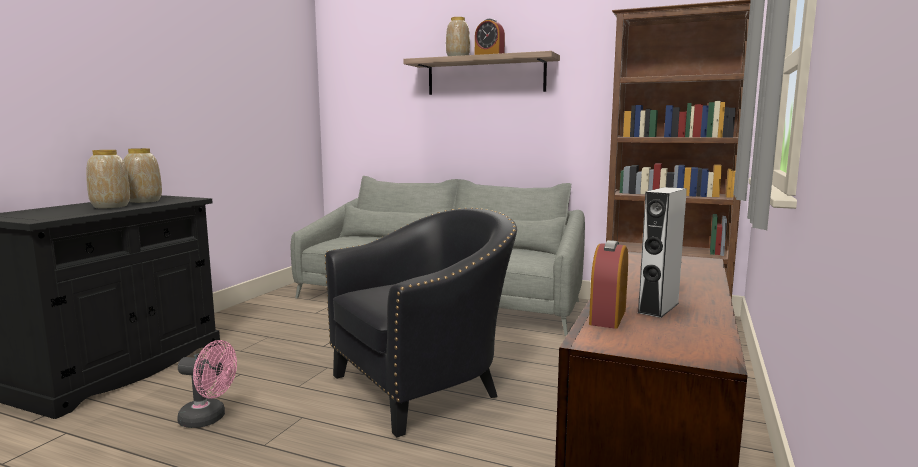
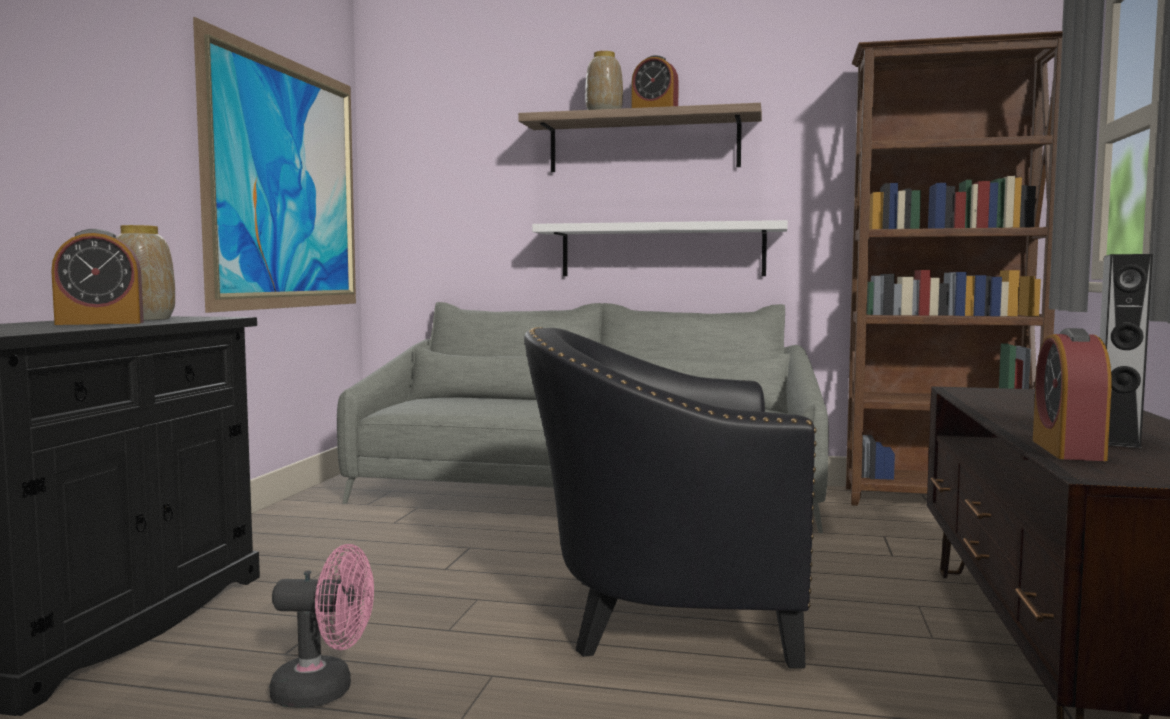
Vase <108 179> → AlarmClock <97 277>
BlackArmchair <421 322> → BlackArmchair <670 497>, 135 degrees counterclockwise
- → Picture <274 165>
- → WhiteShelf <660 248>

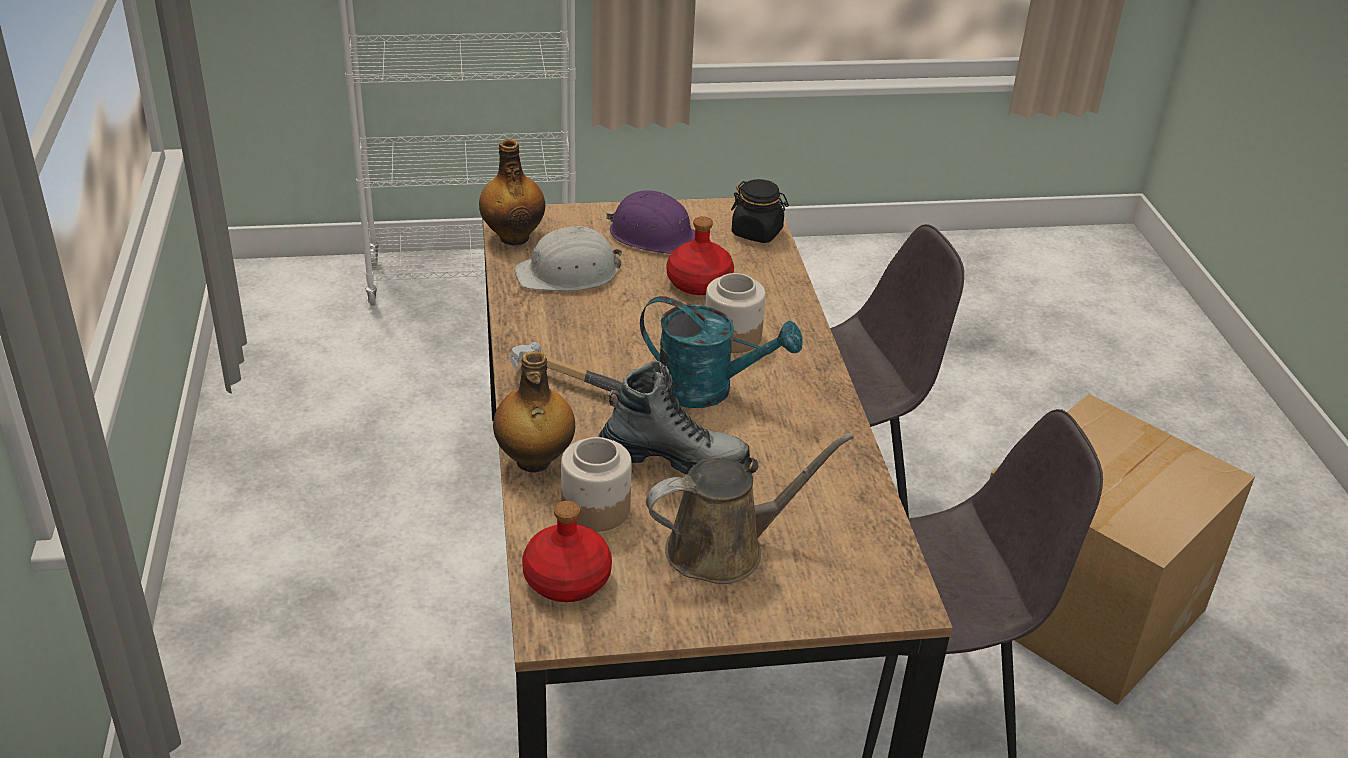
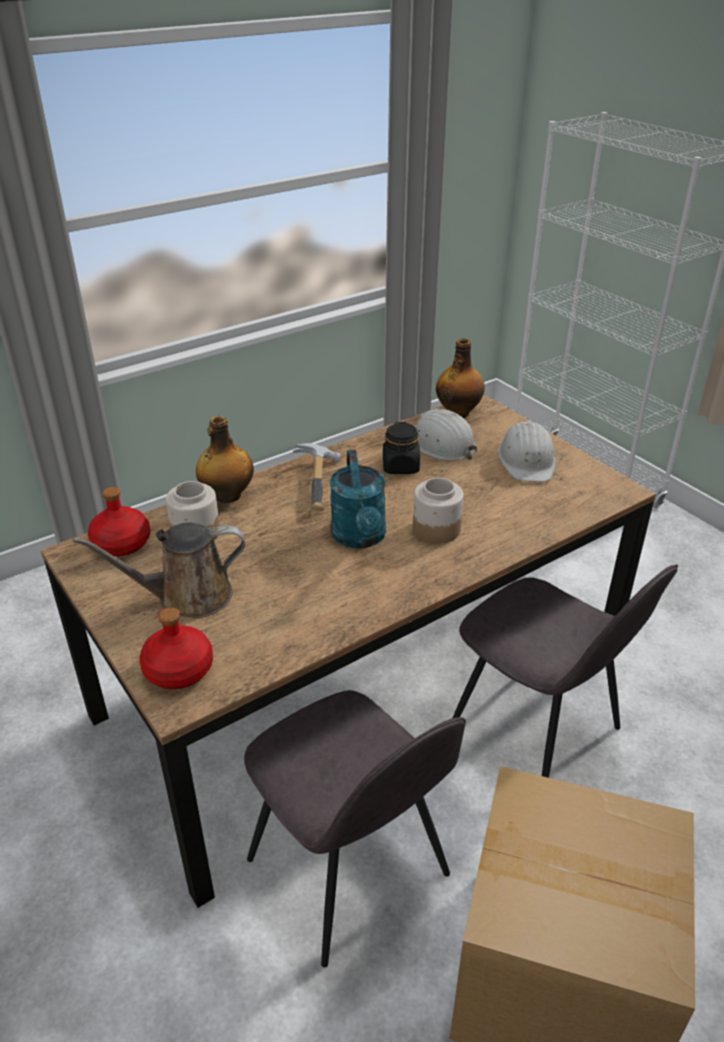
Boot <674 417> → -
PurpleHardHat <650 222> → WhiteHardHat <527 451>
BrownWateringCan <750 508> → BrownWateringCan <159 570>, 120 degrees clockwise
RedBottle <700 255> → RedBottle <176 648>, relocated
BlackJar <760 211> → BlackJar <401 448>, relocated

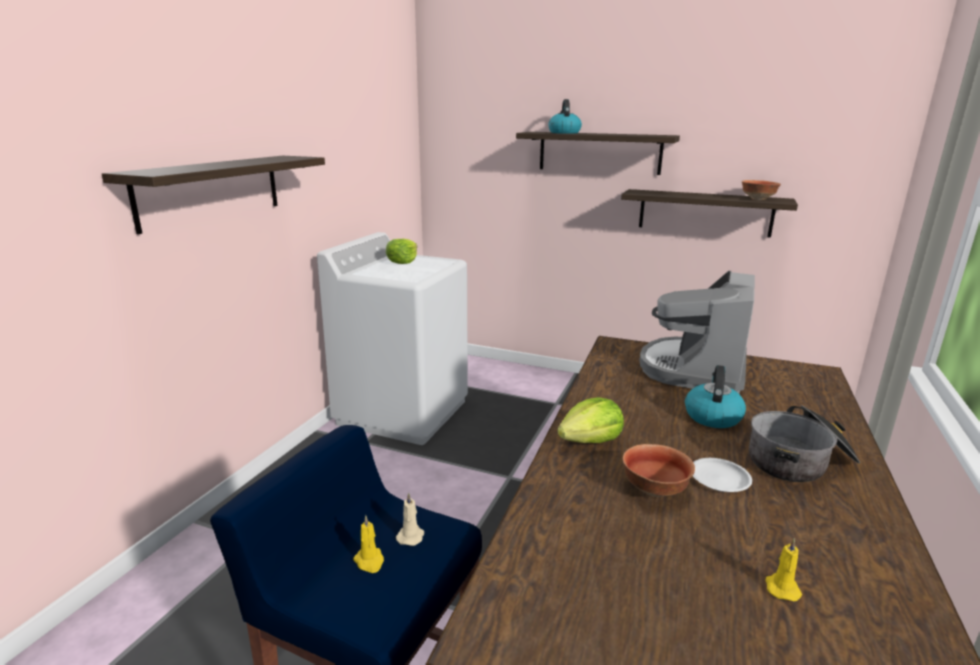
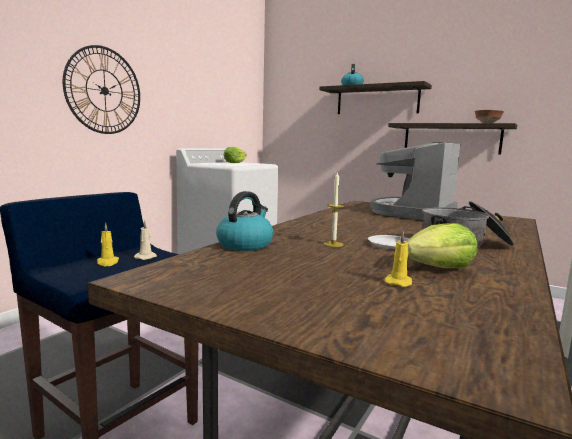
Shelf <213 195> → WallClock <101 89>
Lettuce <590 420> → Lettuce <442 245>, relocated
Bowl <659 470> → Candle <334 209>
Kettle <715 396> → Kettle <245 221>, relocated

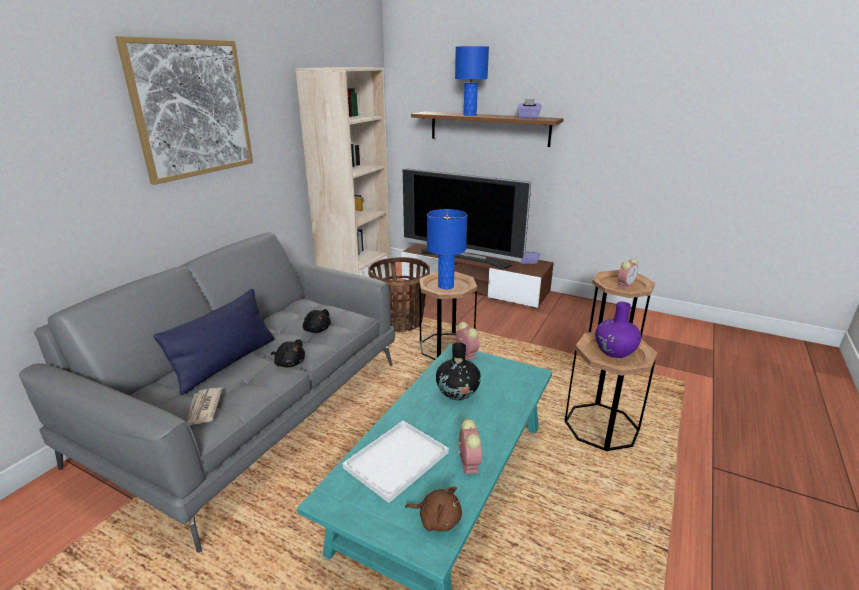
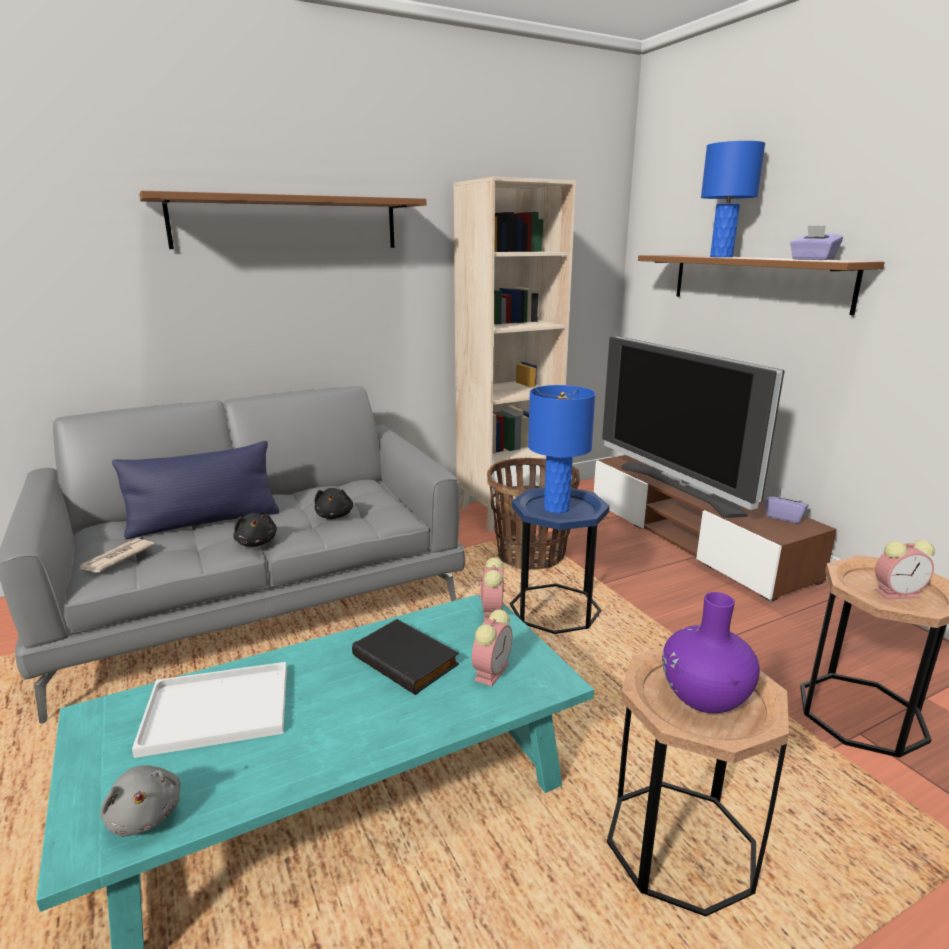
Picture <184 110> → BrownShelf <283 220>
BrownPlushToy <433 508> → GreyPlushToy <140 801>
BrownSideTable <448 316> → BlueSideTable <560 560>
BlackVase <458 371> → BlackBook <405 657>
AlarmClock <469 446> → AlarmClock <492 647>, relocated

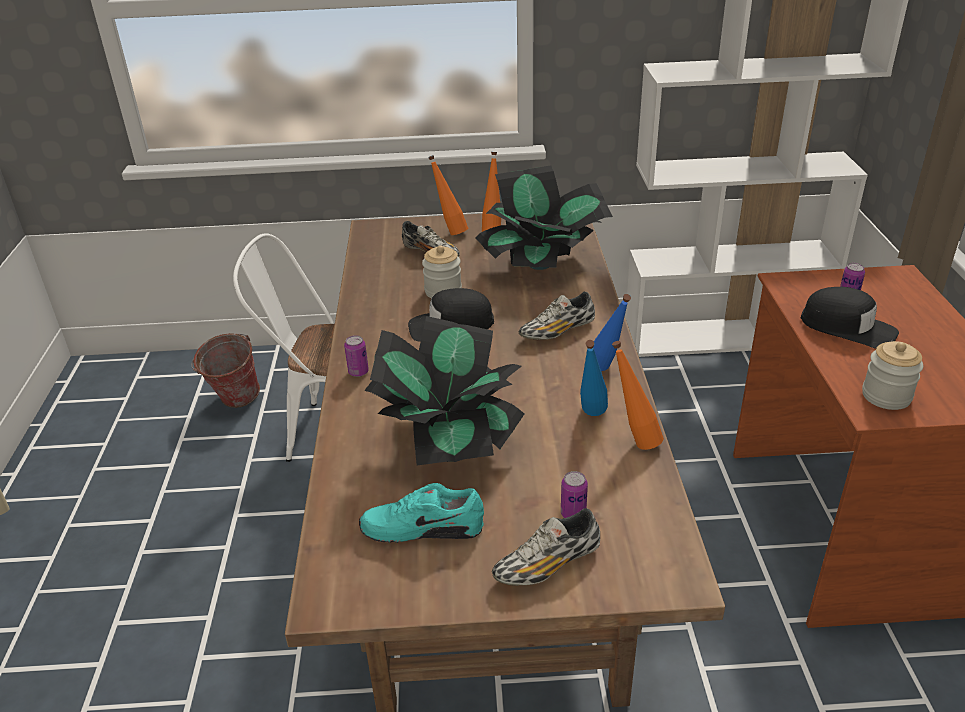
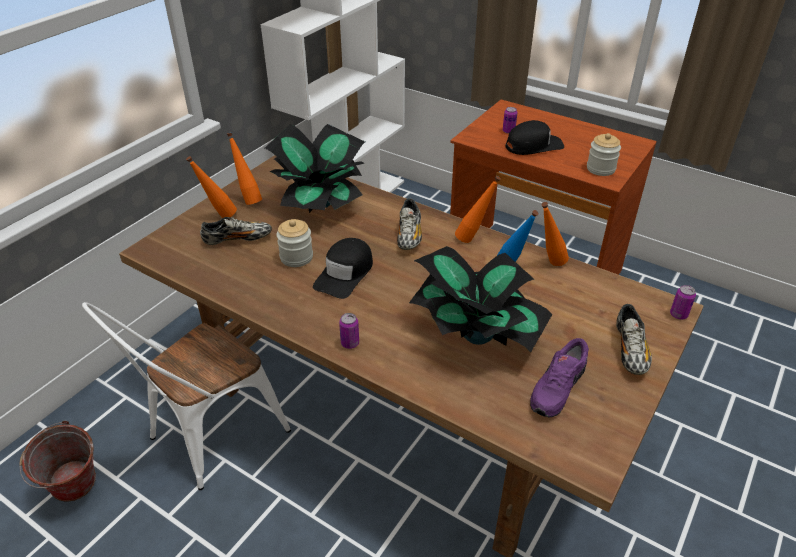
TurquoiseShoe <421 513> → PurpleShoe <559 377>
Can <574 494> → Can <683 302>, relocated
BlueBottle <612 332> → OrangeBottle <478 209>

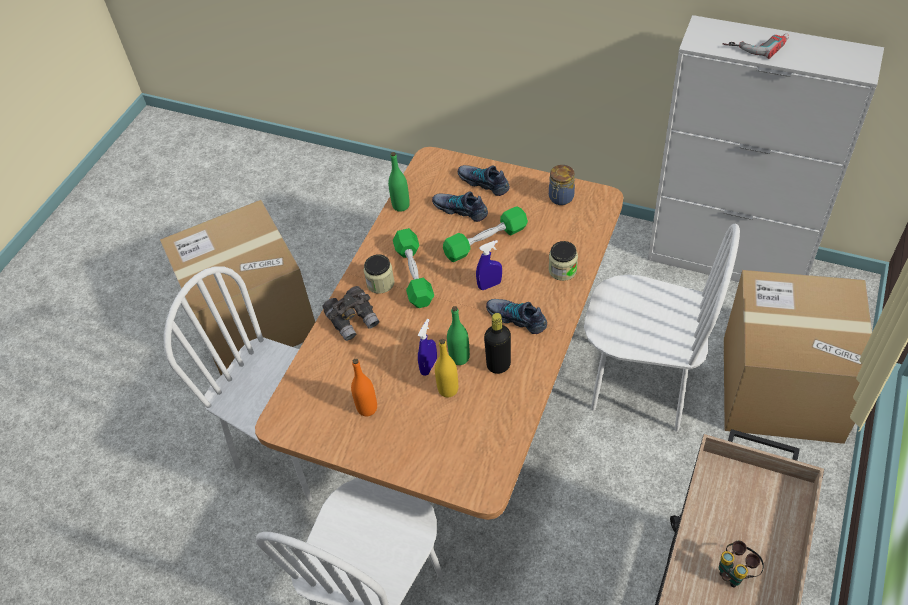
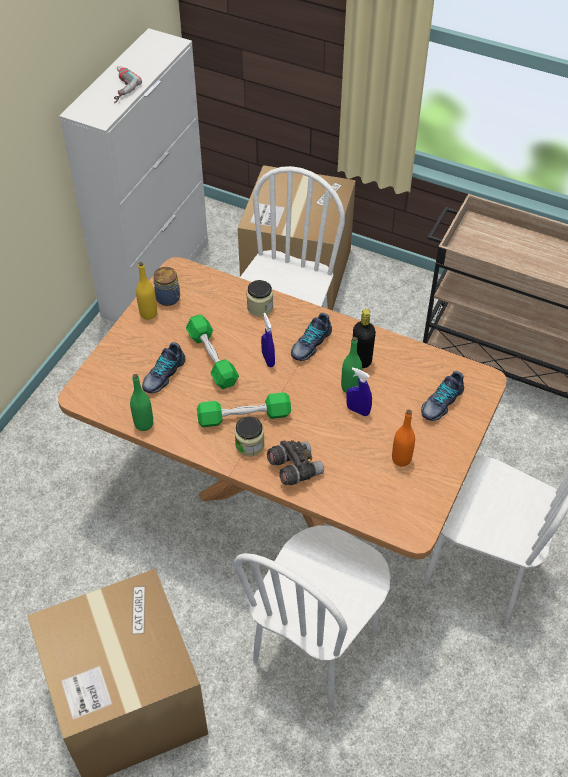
YellowBottle <446 368> → YellowBottle <146 291>, relocated
Shoe <483 180> → Shoe <442 396>, relocated
Binoculars <741 564> → -

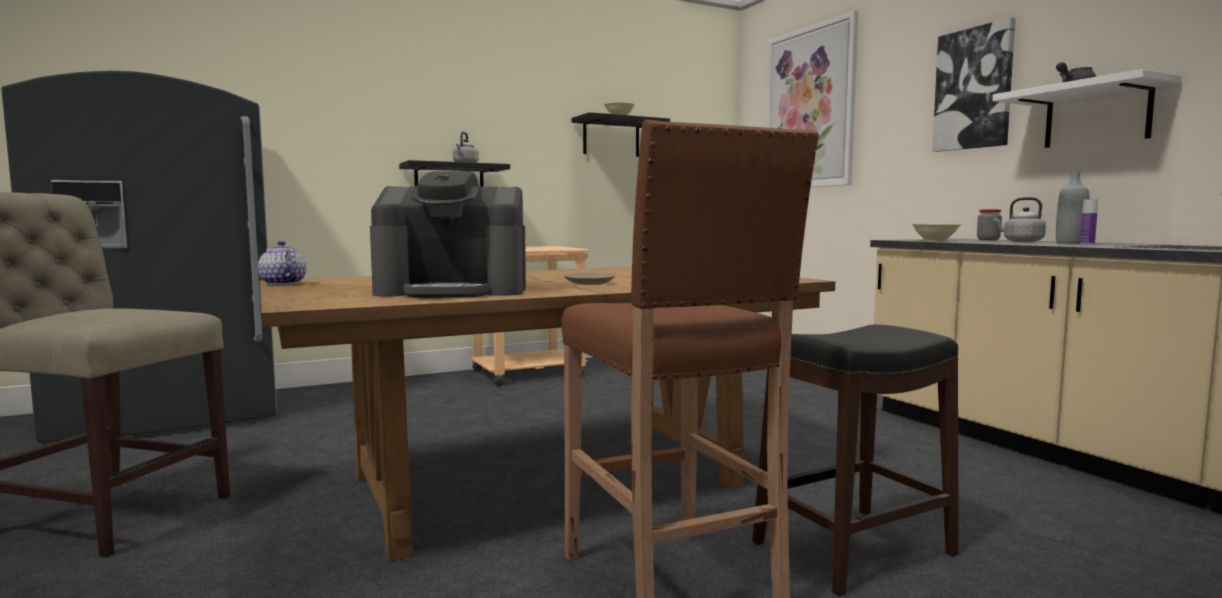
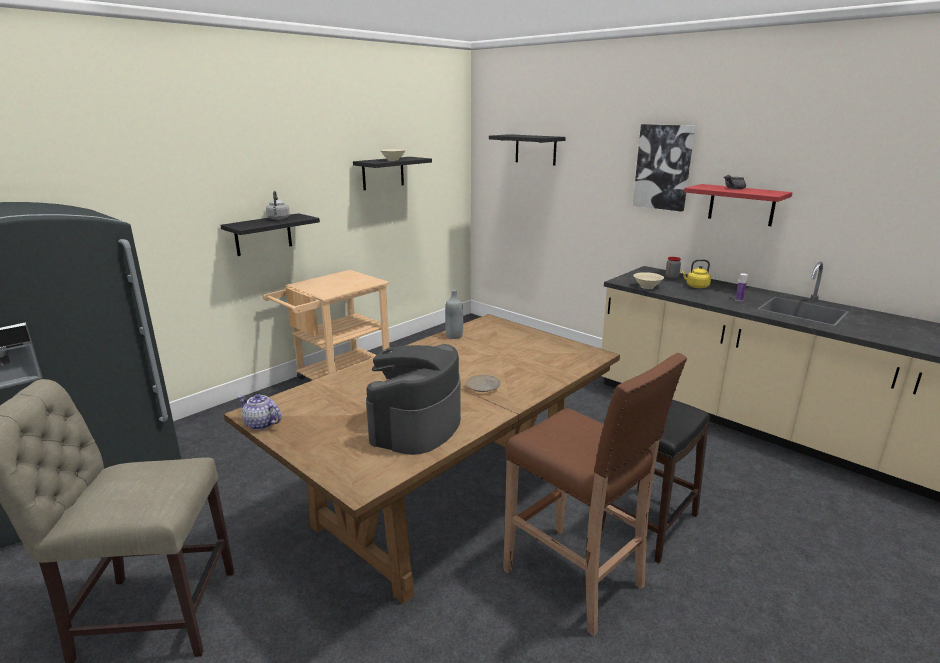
CoffeeMachine <448 234> → CoffeeMachine <413 399>, 135 degrees clockwise
Picture <812 99> → BlackShelf <527 150>
WhiteShelf <1086 108> → RedShelf <738 205>
GreyKettle <1019 219> → YellowKettle <696 273>
GreyBottle <1073 207> → GreyBottle <454 314>, relocated

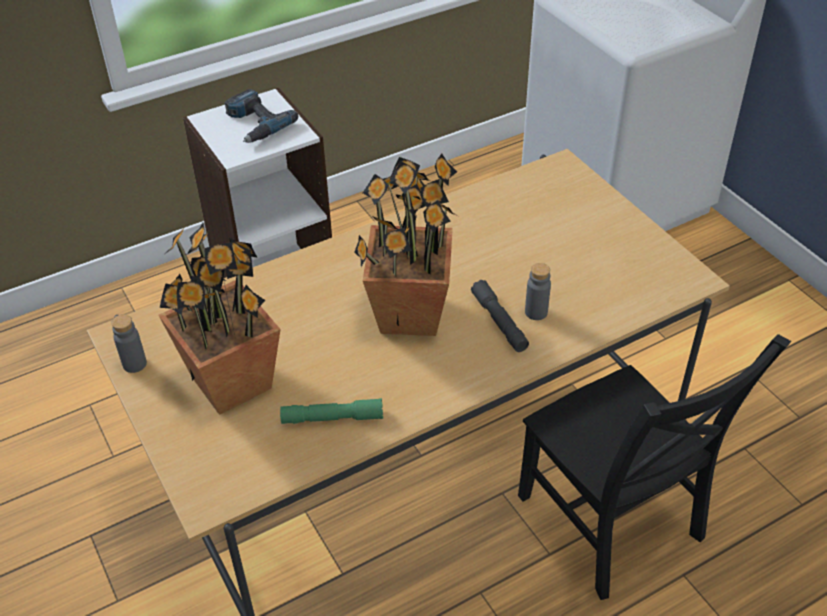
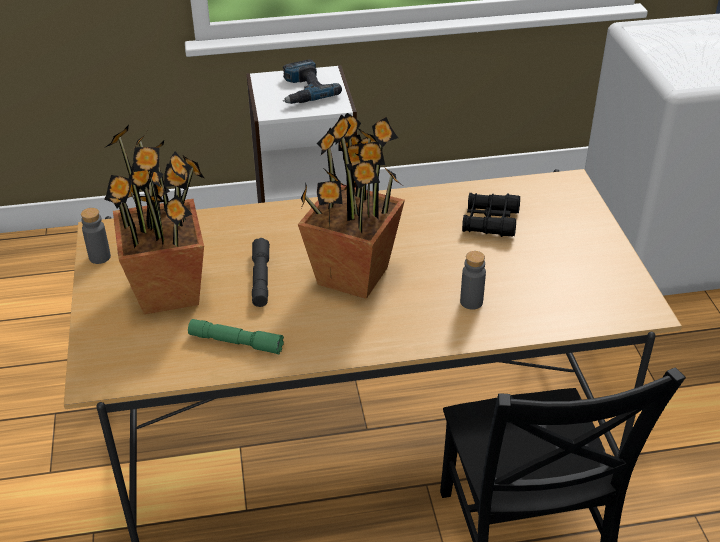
GreyFlashlight <500 316> → GreyFlashlight <261 272>, relocated
- → BlackBinoculars <491 215>

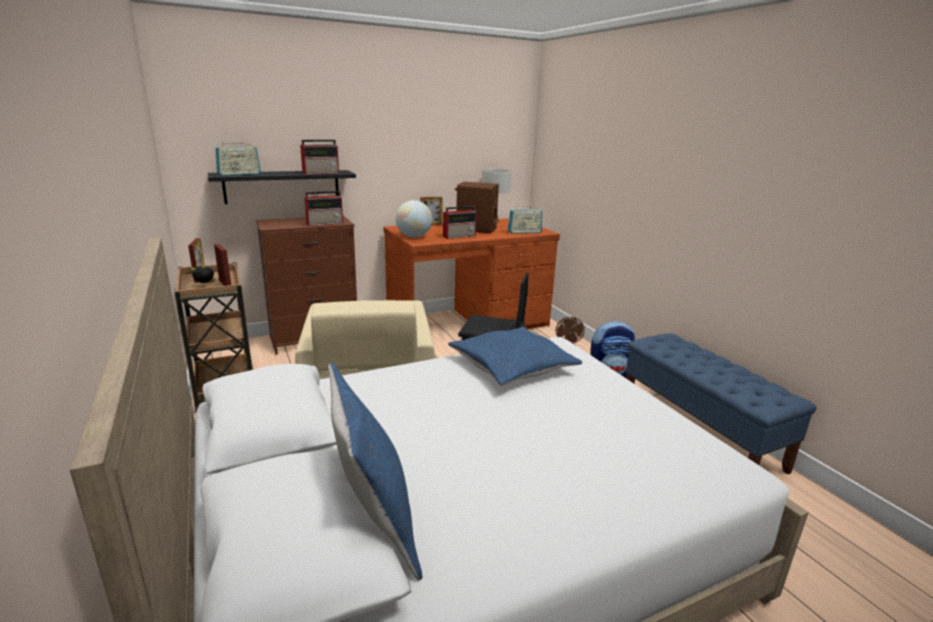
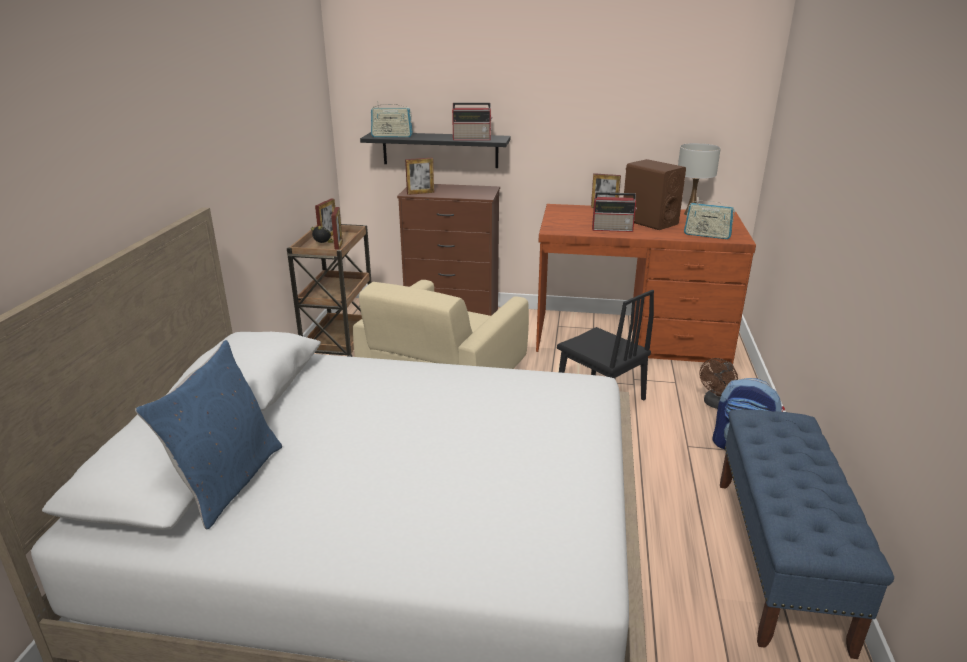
Radio <323 208> → -
Globe <413 219> → -
BluePillow <515 356> → -
- → PictureFrame <419 176>

